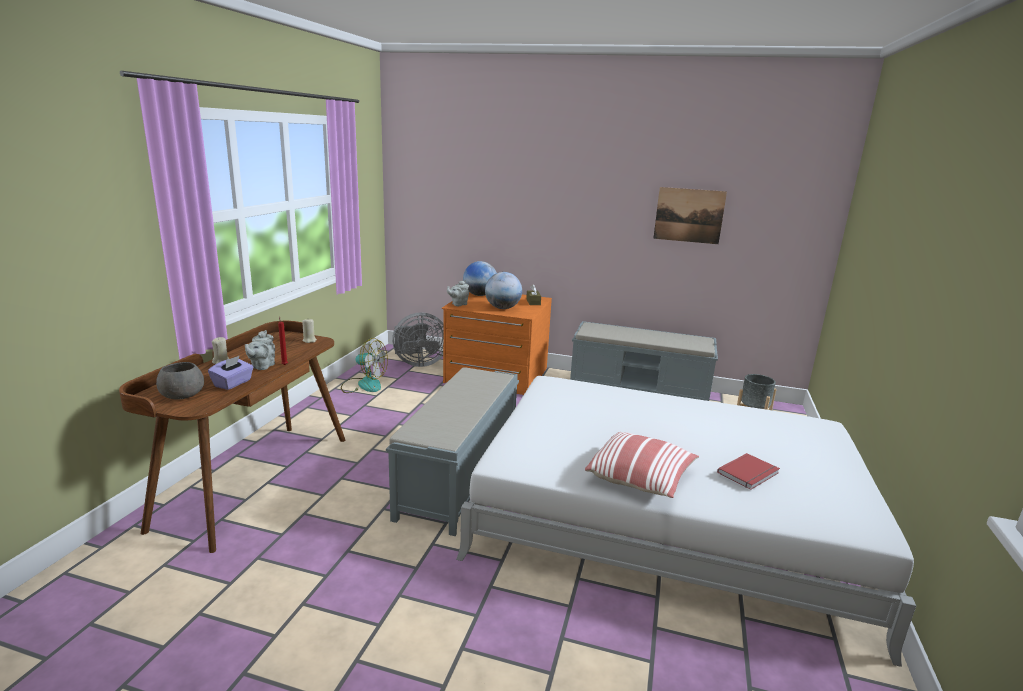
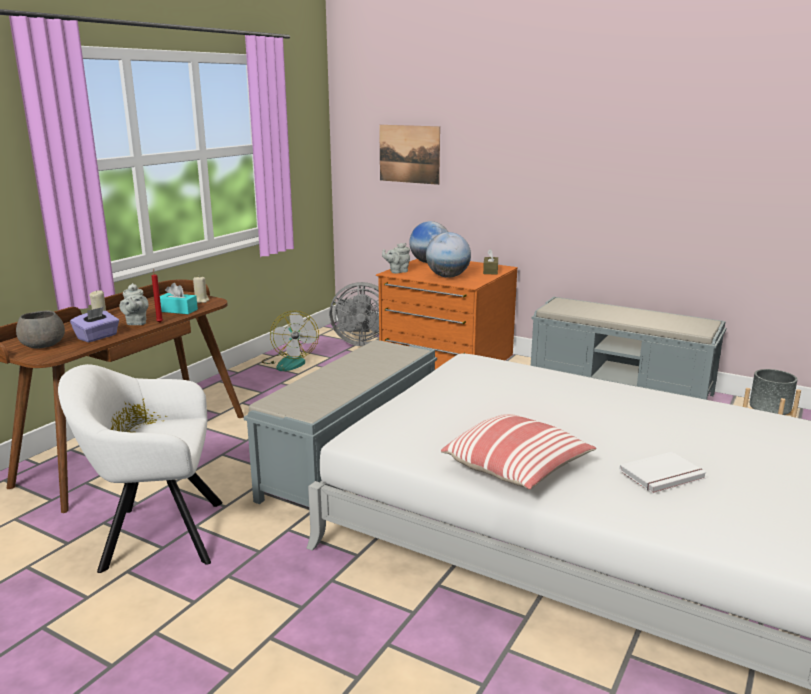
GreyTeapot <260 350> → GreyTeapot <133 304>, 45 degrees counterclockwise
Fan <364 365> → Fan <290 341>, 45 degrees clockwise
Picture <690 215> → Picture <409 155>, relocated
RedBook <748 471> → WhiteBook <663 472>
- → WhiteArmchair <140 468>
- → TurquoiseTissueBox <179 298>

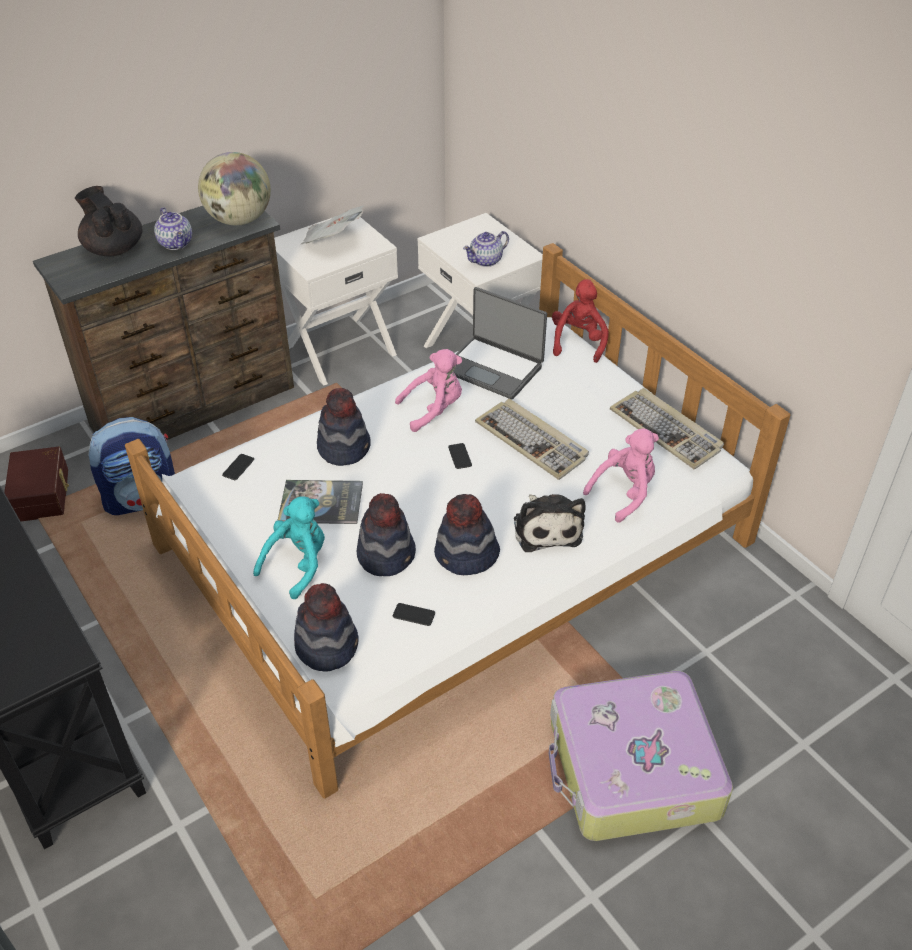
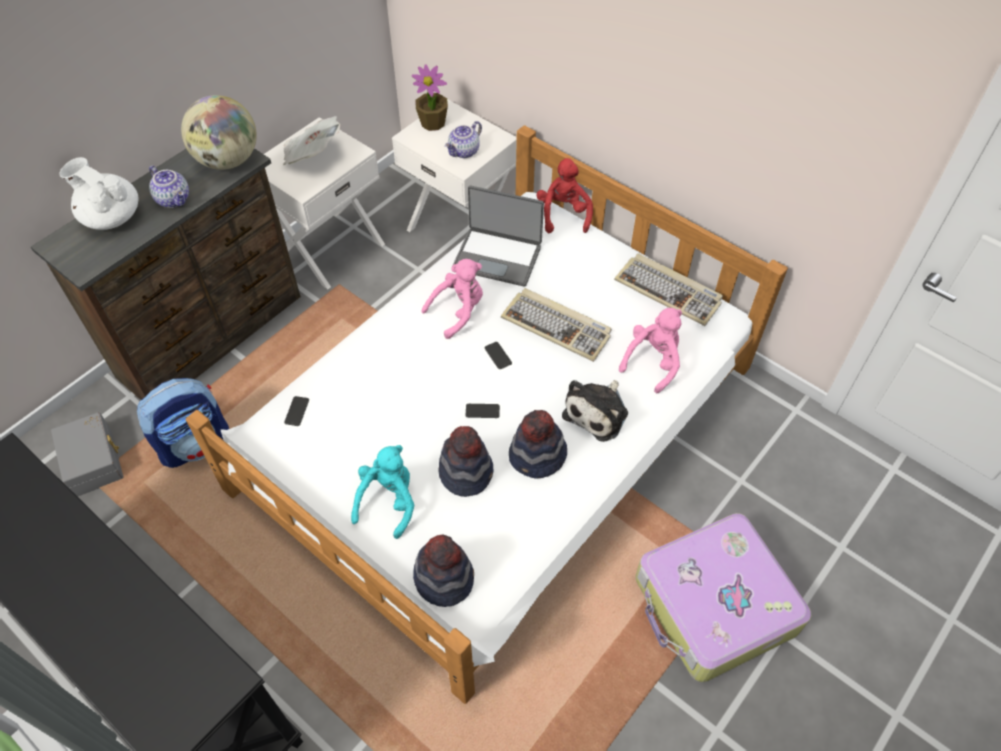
BrownStorageBox <36 484> → GreyStorageBox <87 454>
BlackTeapot <109 221> → WhiteTeapot <98 193>
Book <320 502> → -
Hat <344 427> → -
Phone <414 614> → Phone <483 411>, relocated
PlushToy <550 523> → PlushToy <595 411>, 60 degrees clockwise
- → PottedPlant <430 97>

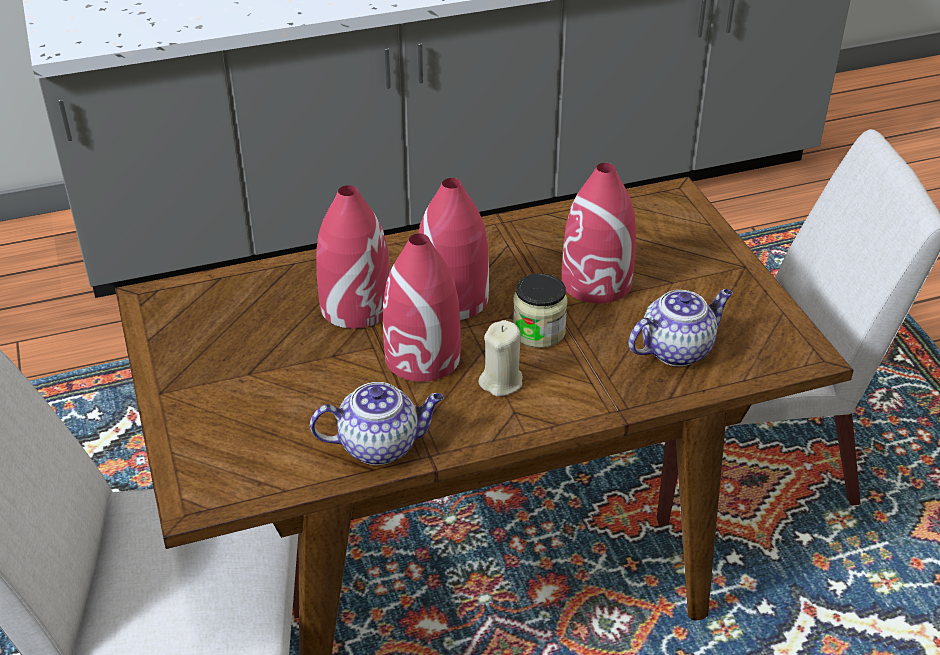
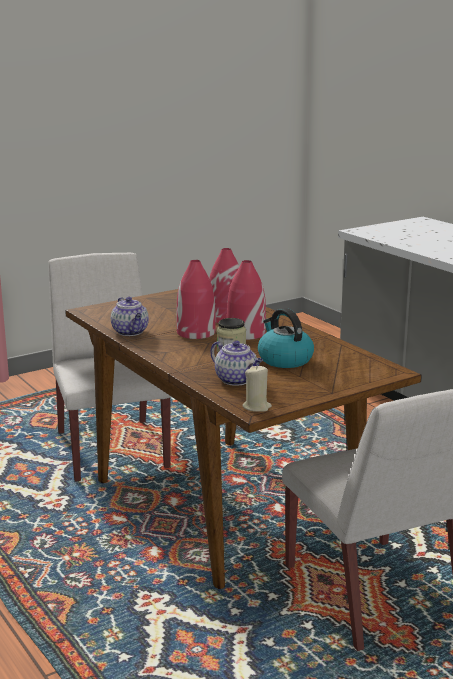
BeigeCandle <500 358> → BeigeCandle <257 388>, relocated
RedVase <599 233> → Kettle <286 338>

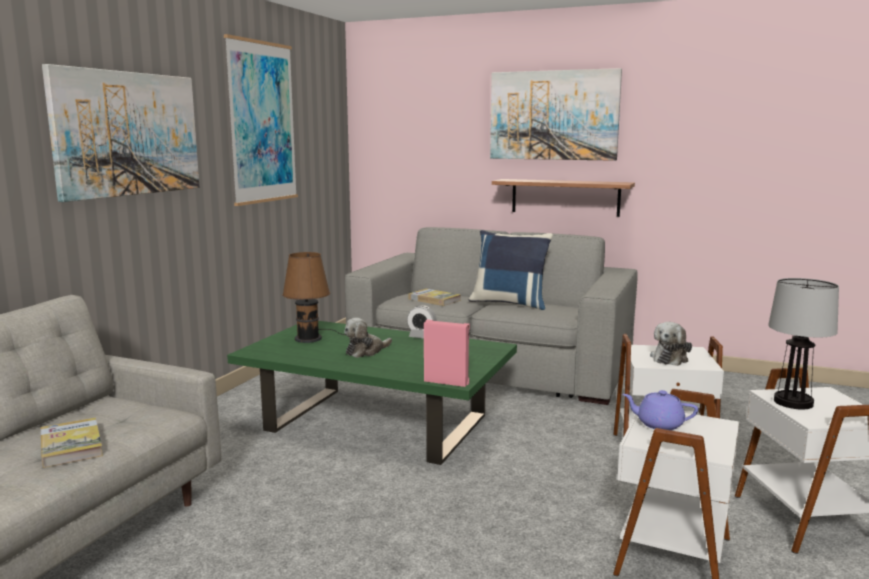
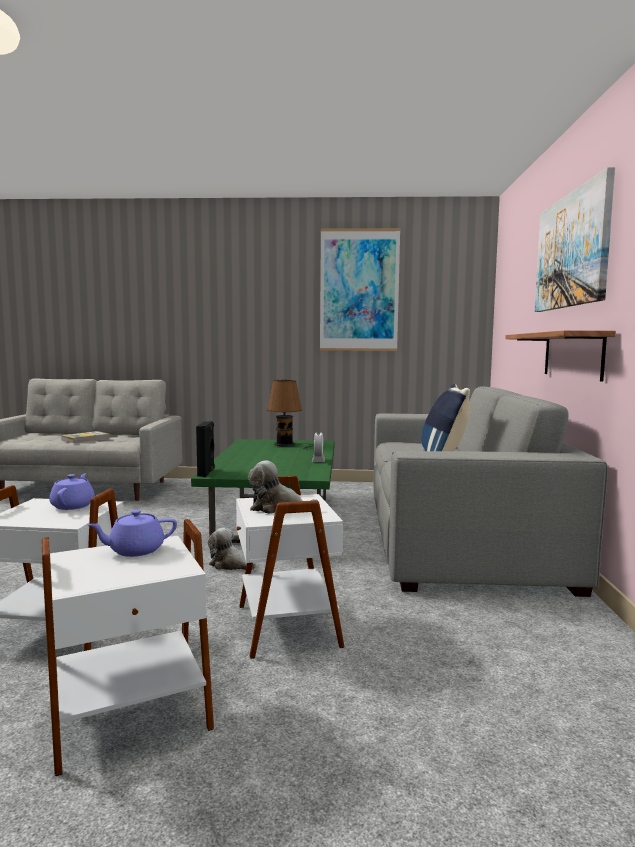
Picture <120 133> → -
PlushToy <368 338> → PlushToy <232 549>, relocated
Book <434 297> → -
PinkSpeaker <447 353> → BlackSpeaker <205 449>
TableLamp <803 344> → PurpleTeapot <132 533>

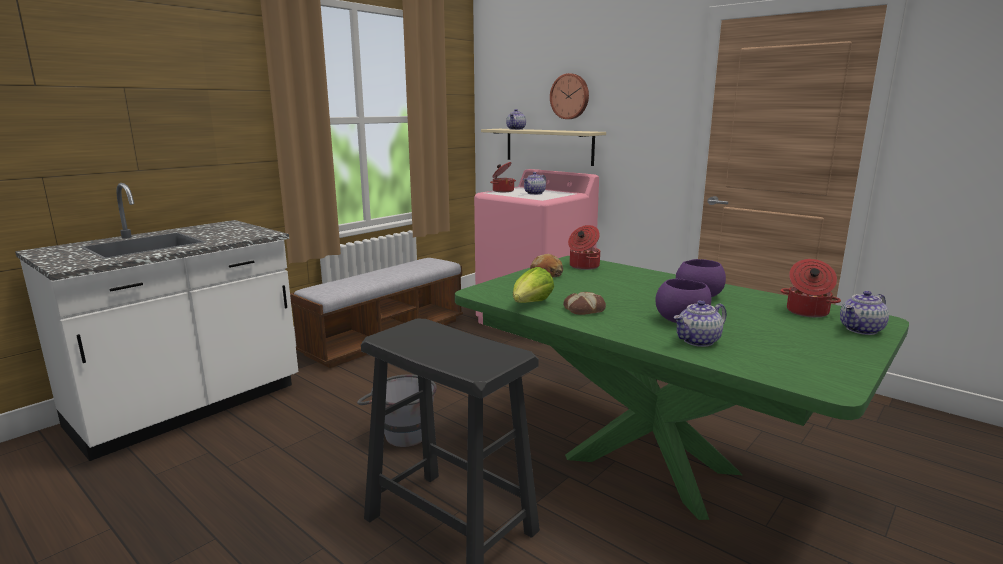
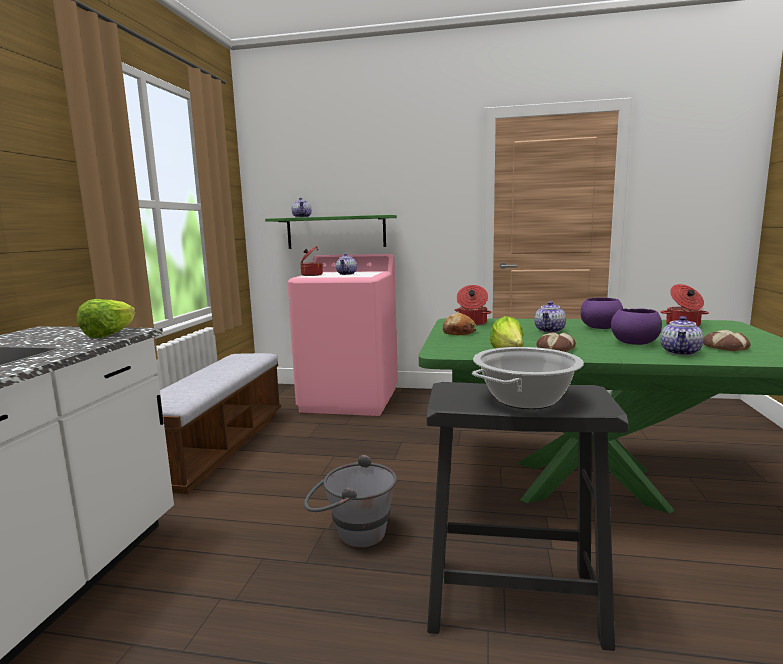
BeigeShelf <543 147> → GreenShelf <331 232>
WallClock <569 96> → -
Teapot <864 313> → Teapot <550 317>, relocated
- → Lettuce <106 318>
- → CookingPot <528 378>
- → Bread <726 340>

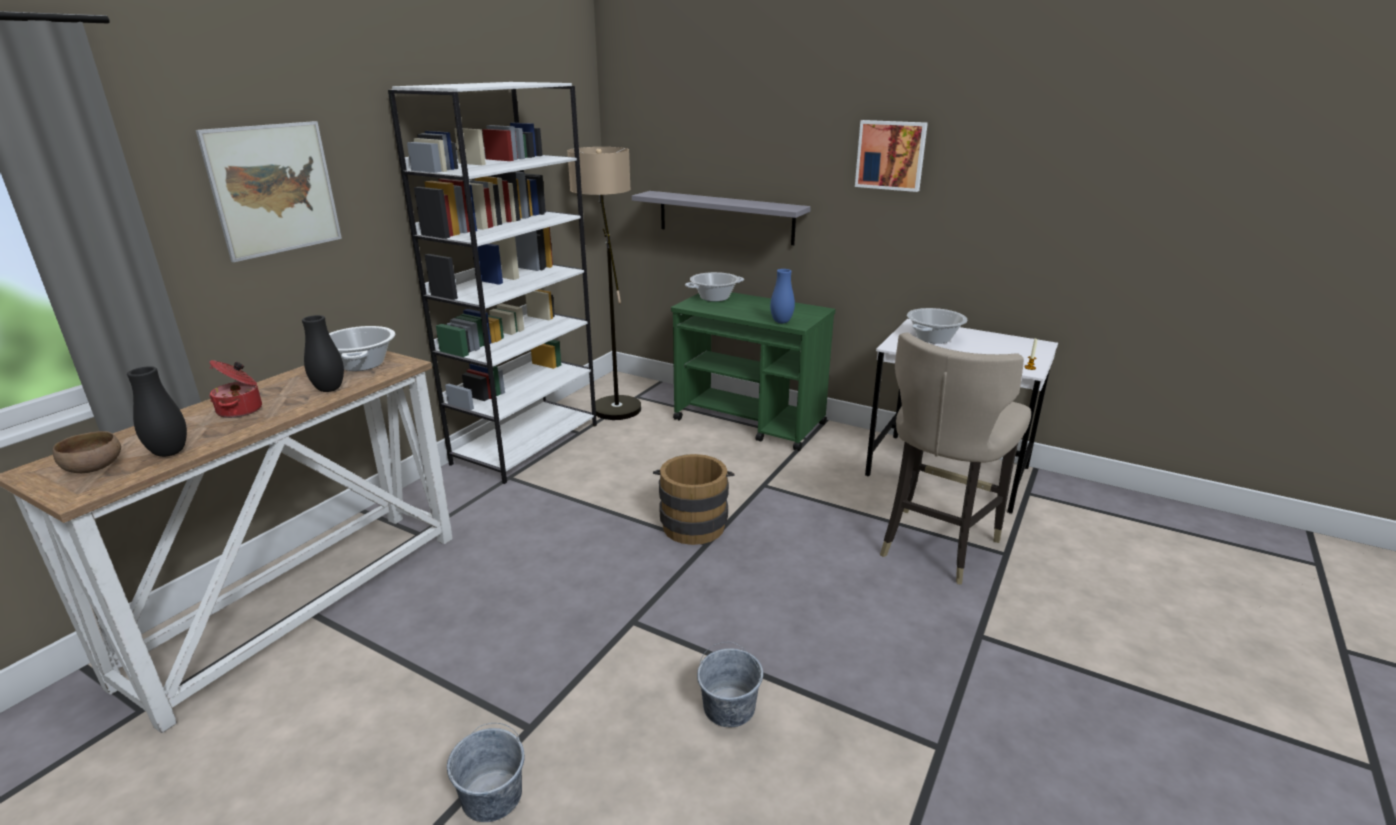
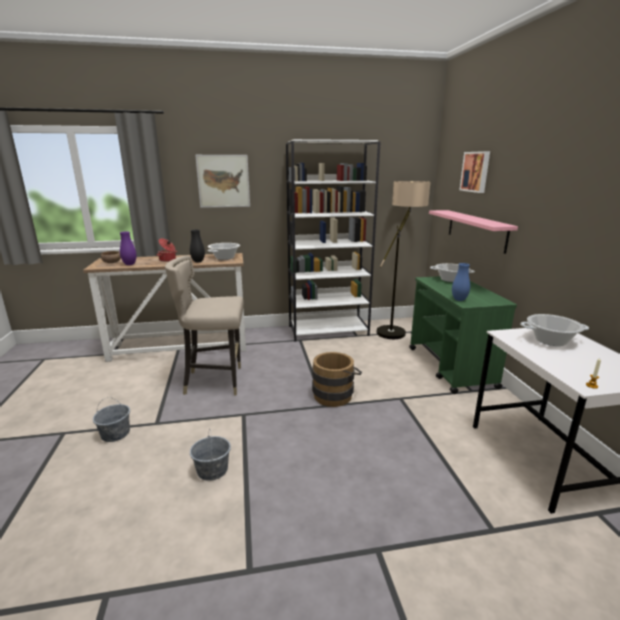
BlackVase <157 411> → PurpleVase <128 248>
GreyShelf <721 218> → PinkShelf <473 232>
Picture <891 156> → Picture <474 172>, relocated
BeigeStool <955 458> → BeigeStool <204 325>, relocated

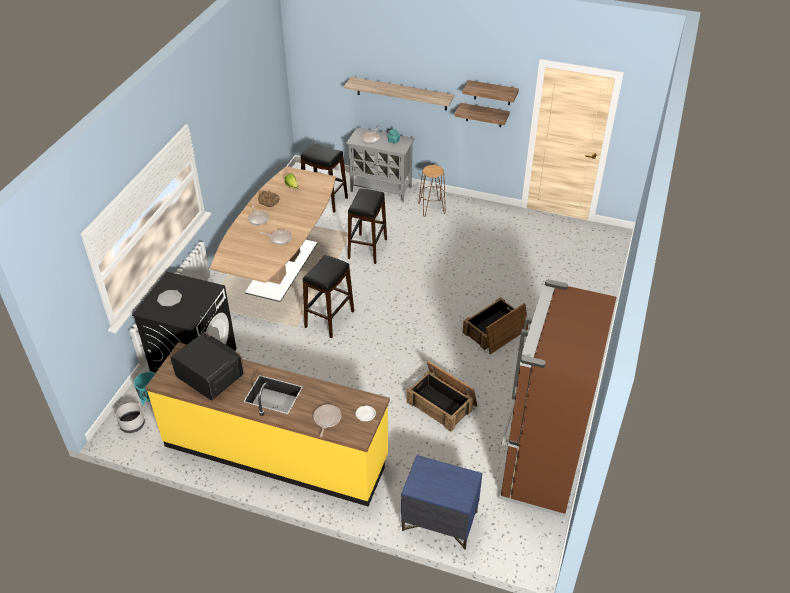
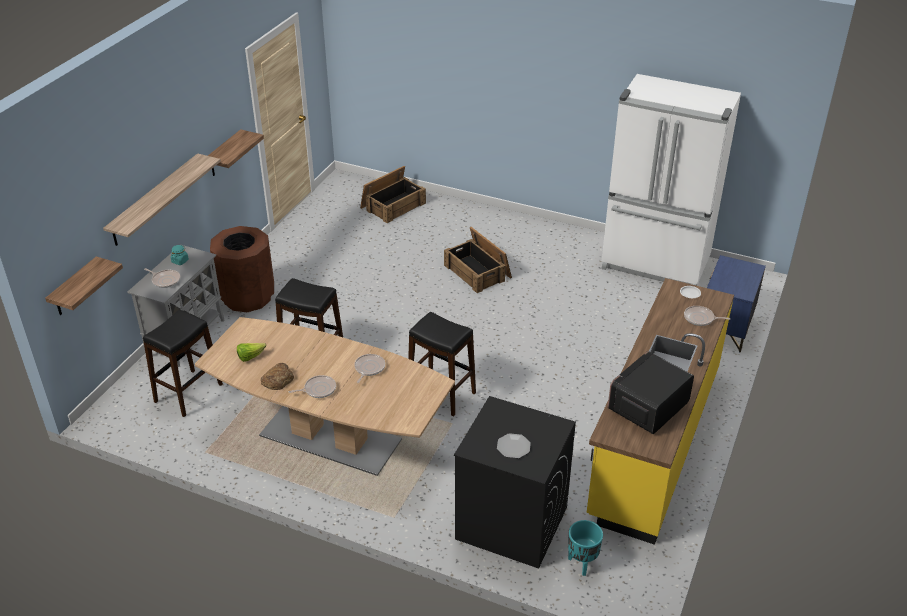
GreyPlanter <130 418> → -
Crate <442 396> → Crate <393 194>, relocated
BrownStool <432 191> → BrownTrashCan <242 269>
Shelf <490 92> → Shelf <84 285>, relocated
BrownFridge <557 398> → WhiteFridge <671 180>

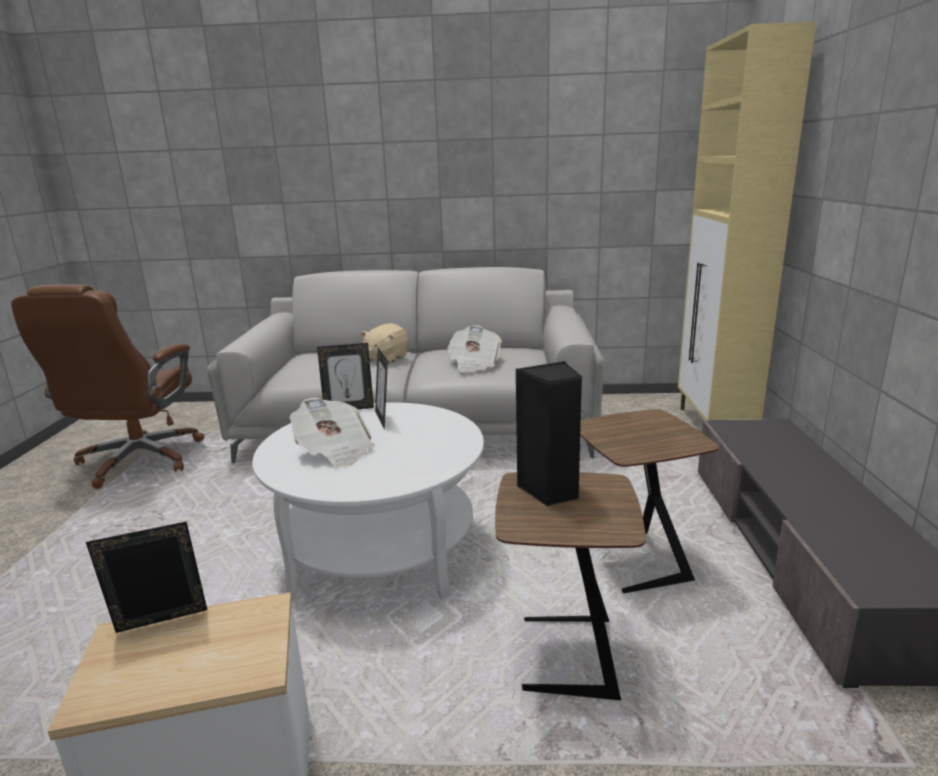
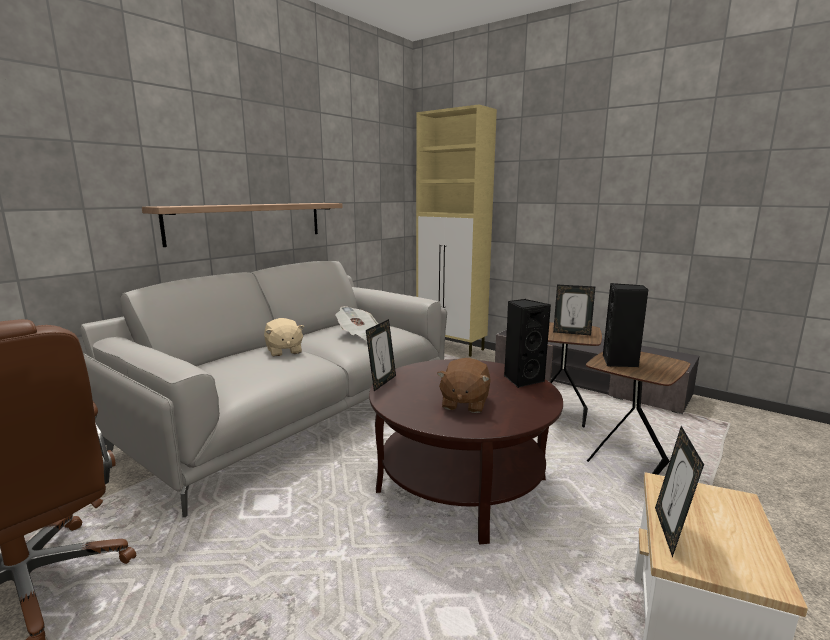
WhiteCoffeeTable <368 501> → BrownCoffeeTable <466 451>
Newspaper <332 433> → BrownPlushToy <463 385>
PictureFrame <381 389> → PictureFrame <574 309>, relocated
- → Shelf <242 225>
- → BlackSpeaker <527 343>

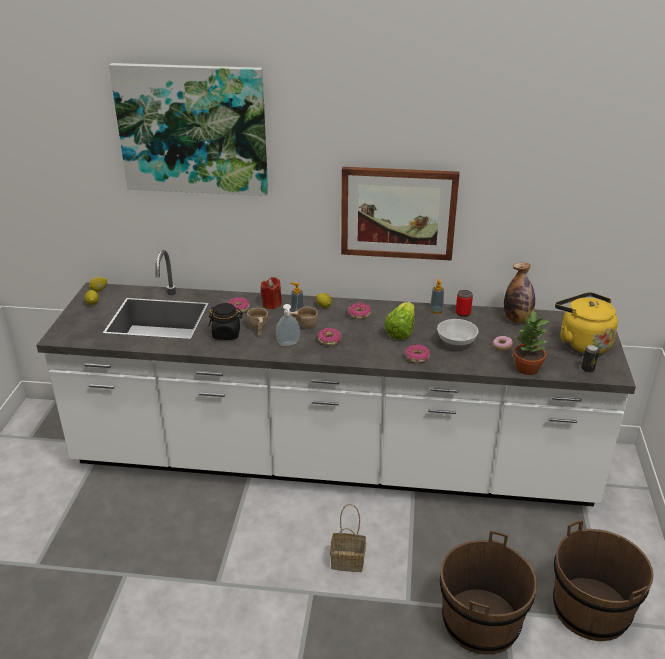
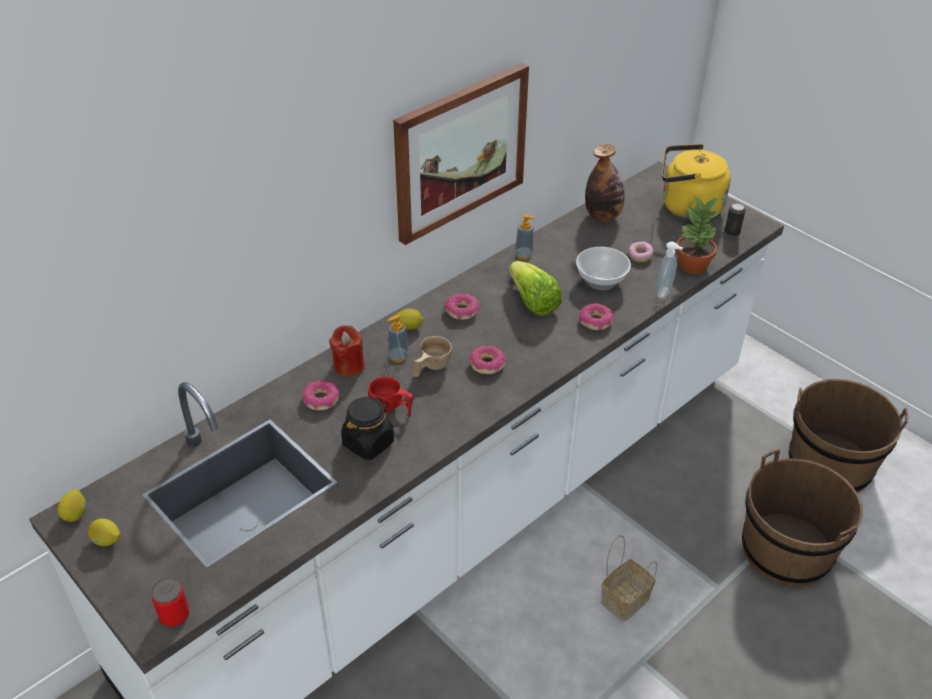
Picture <188 129> → -
BeigeCup <257 322> → RedCup <390 397>
SoapDispenser <288 325> → SoapDispenser <670 270>, relocated
Can <464 303> → Can <170 602>, relocated

